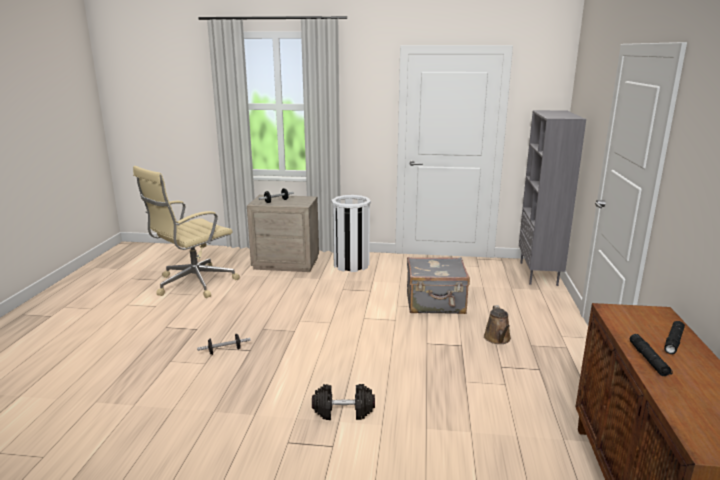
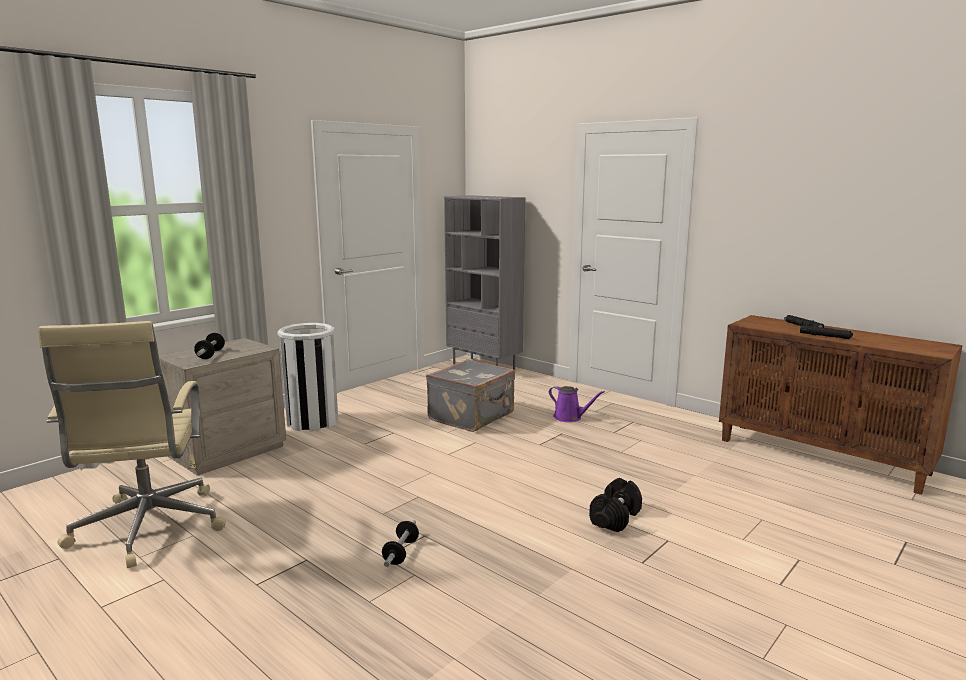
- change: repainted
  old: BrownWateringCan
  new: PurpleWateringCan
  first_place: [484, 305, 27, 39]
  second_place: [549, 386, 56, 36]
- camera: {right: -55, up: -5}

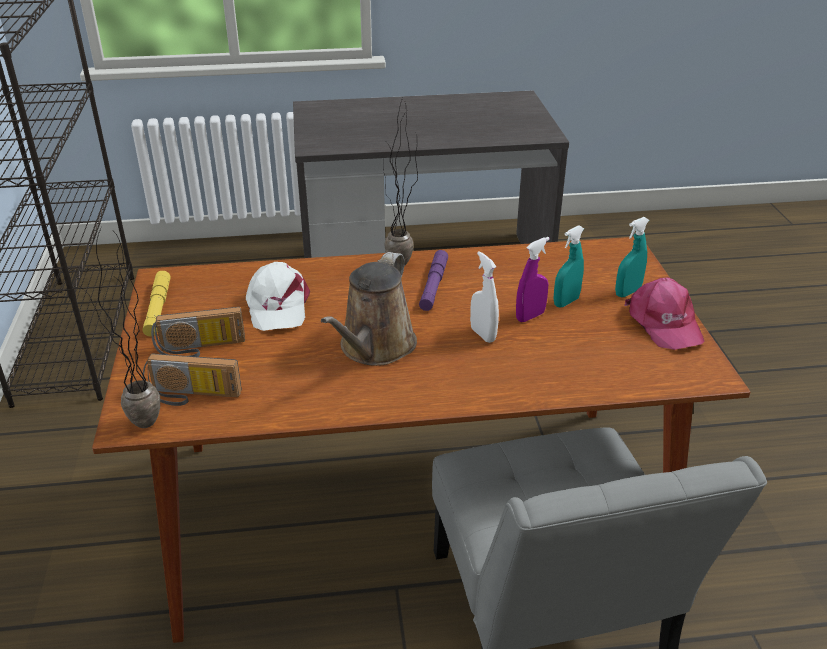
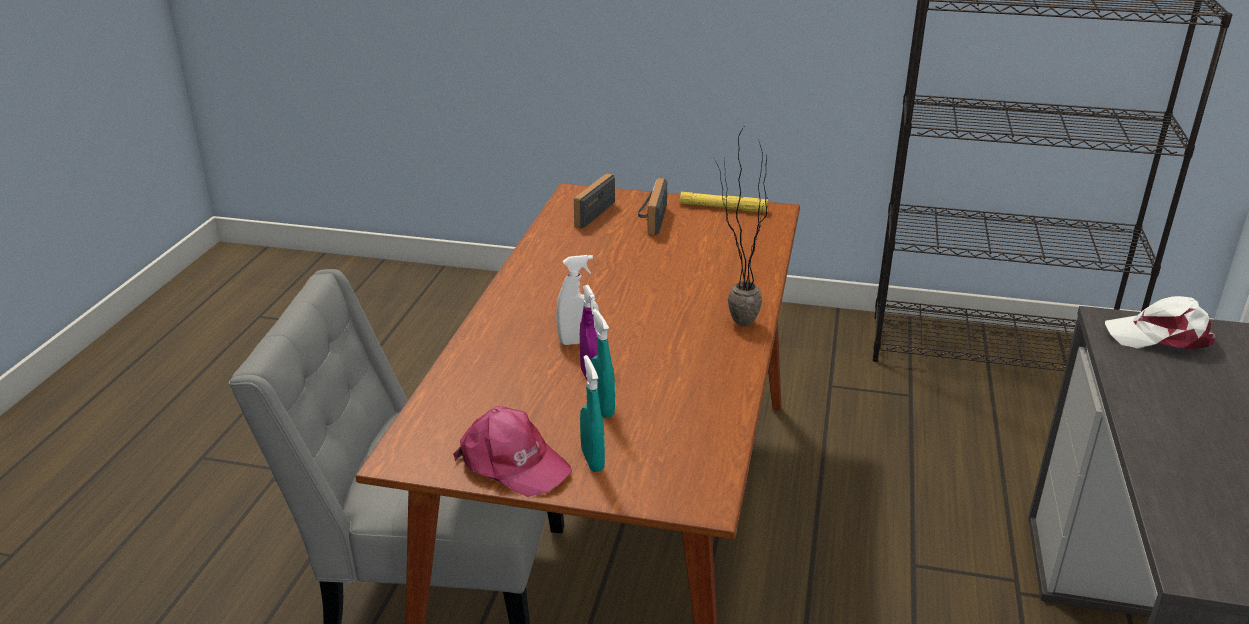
- change: rotated
  old: PinkCap
  first_place: [624, 278, 80, 72]
  second_place: [453, 406, 119, 91]
  degrees: -150
- change: shifted
  old: WhiteCap
  first_place: [246, 262, 64, 69]
  second_place: [1105, 296, 110, 53]
- change: gone
  old: PottedPlant
  first_place: [82, 227, 78, 201]
- change: gone
  old: BrownWateringCan
  first_place: [321, 252, 96, 114]
- change: gone
  old: PurpleFlashlight
  first_place: [419, 250, 29, 61]
- camera: {right: 110, up: -5}

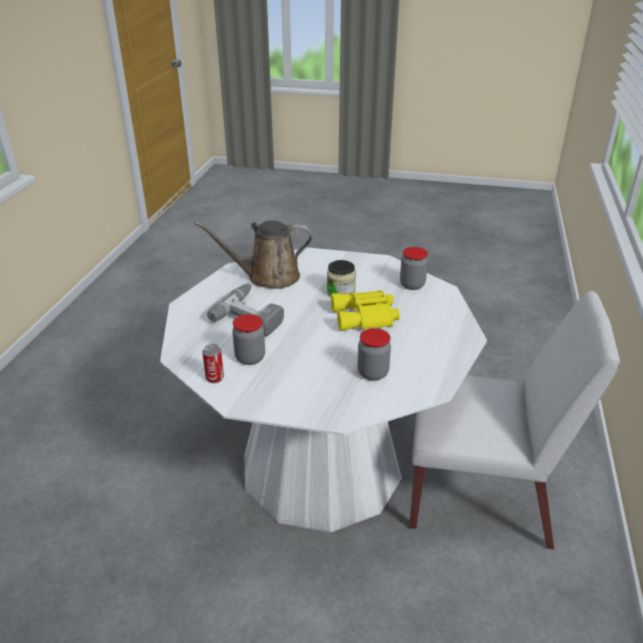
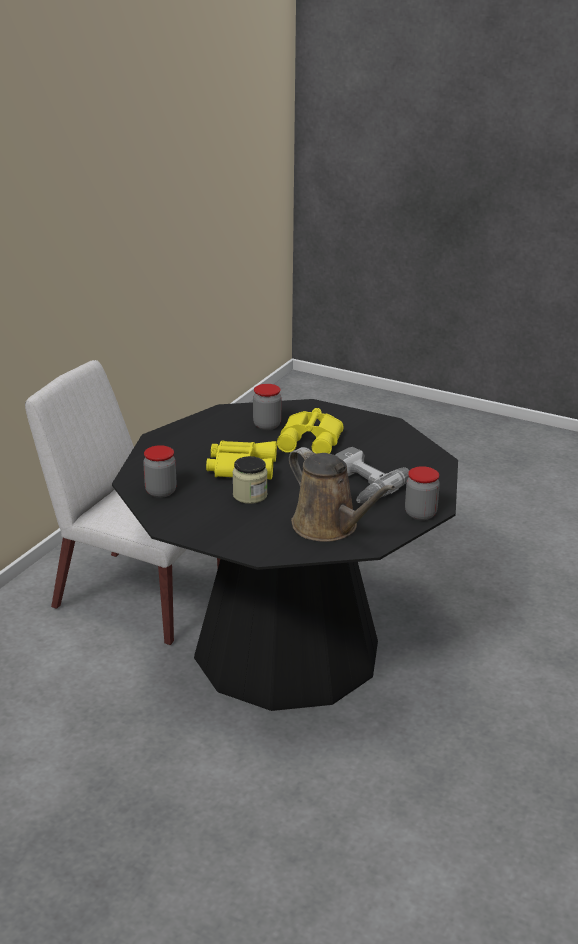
- change: repainted
  old: WhiteDiningTable
  new: BlackDiningTable
  first_place: [160, 247, 327, 285]
  second_place: [112, 399, 346, 312]
- change: new
  new: YellowBinoculars
  second_place: [277, 408, 67, 46]
- change: rotated
  old: BrownWateringCan
  first_place: [194, 220, 118, 69]
  second_place: [289, 447, 106, 95]
  degrees: 45
- change: shifted
  old: Jar
  first_place: [232, 314, 33, 51]
  second_place: [405, 466, 35, 54]
- change: gone
  old: Can
  first_place: [202, 344, 22, 39]
- camera: {right: -165, up: -5}

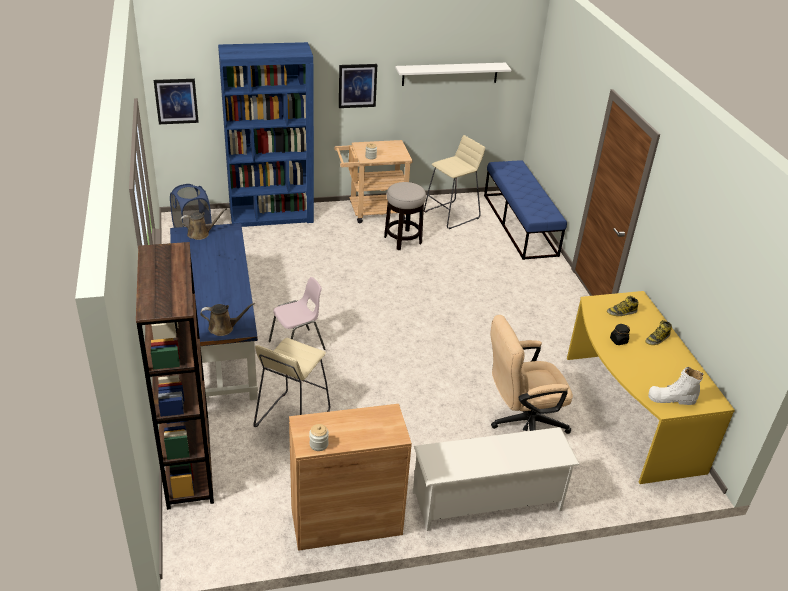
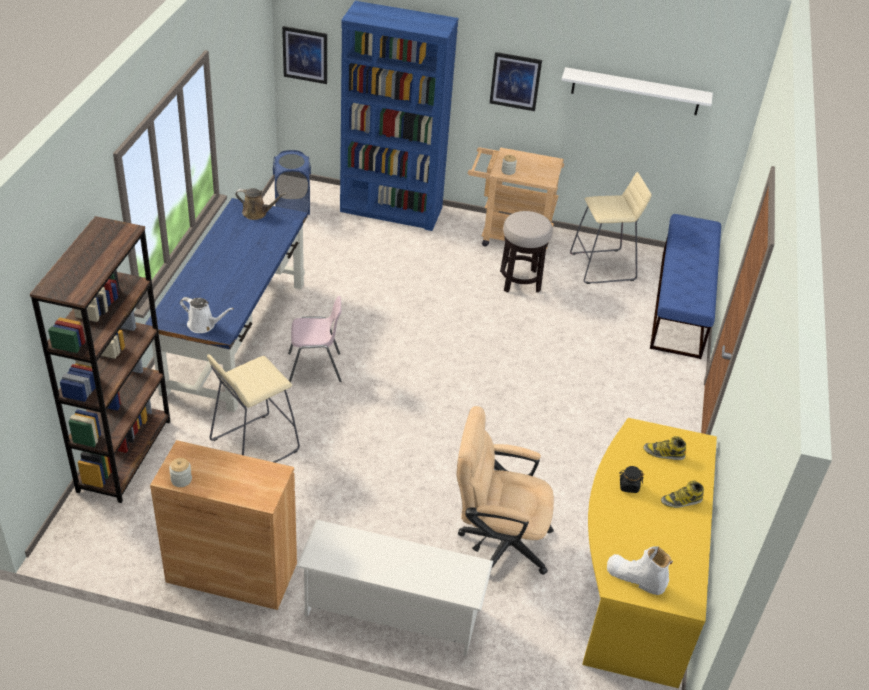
- change: repainted
  old: BrownWateringCan
  new: WhiteWateringCan
  first_place: [200, 303, 55, 33]
  second_place: [180, 297, 54, 36]
- camera: {right: 25, up: 5}

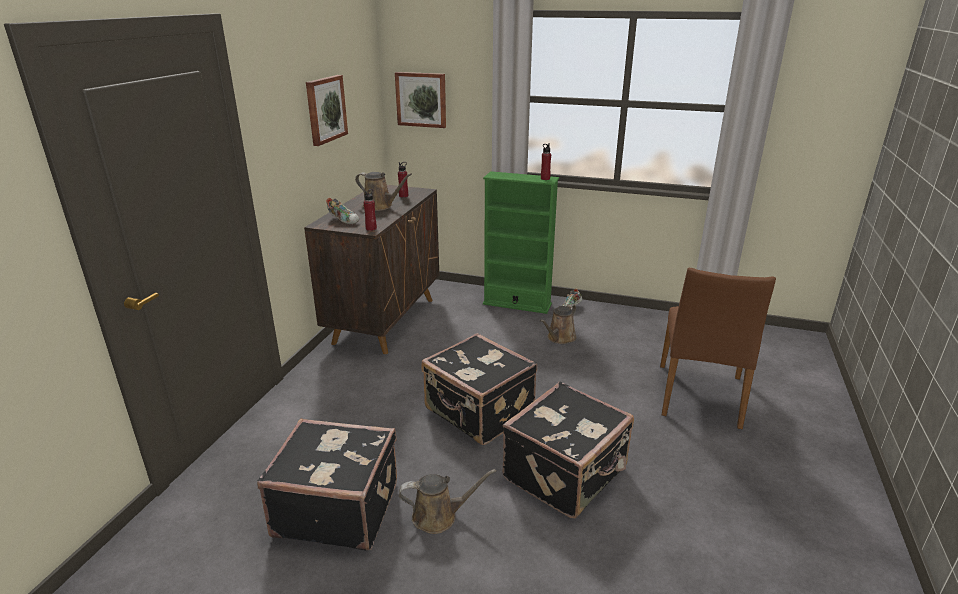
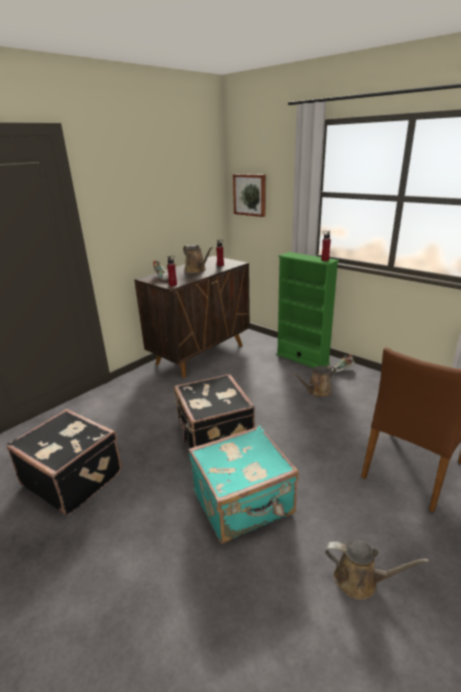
- change: repainted
  old: BlackSuitcase
  new: TurquoiseSuitcase
  first_place: [502, 381, 132, 137]
  second_place: [188, 425, 111, 119]
- change: shifted
  old: BrownWateringCan
  first_place: [399, 469, 97, 65]
  second_place: [325, 540, 104, 60]
- change: gone
  old: Picture
  first_place: [306, 75, 42, 71]
- camera: {right: 25, up: 0}

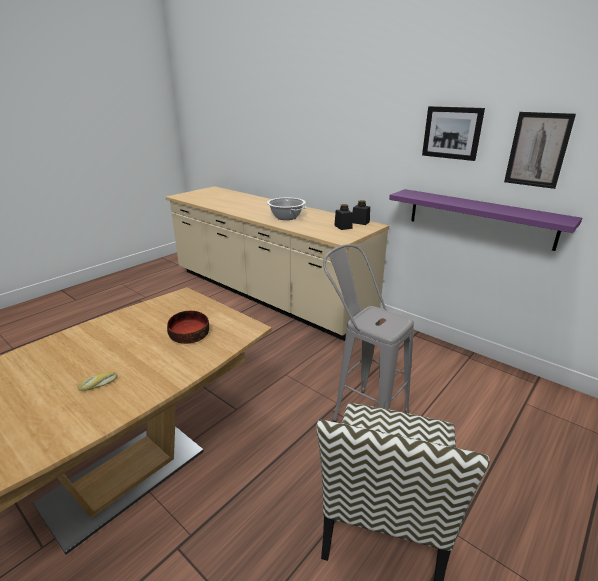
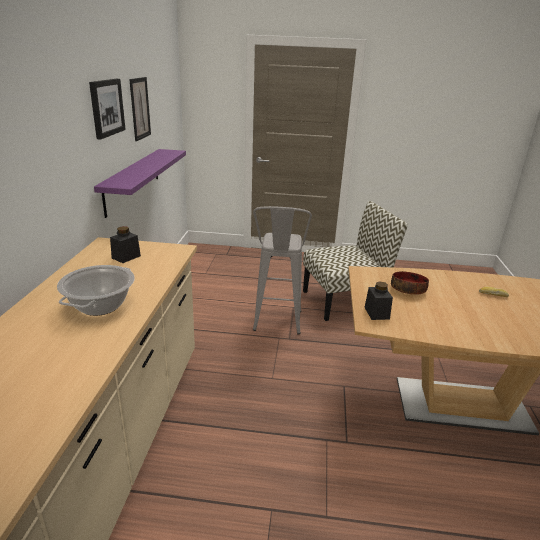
- change: shifted
  old: BlackJar
  first_place: [353, 200, 17, 25]
  second_place: [364, 282, 29, 38]
- camera: {right: -125, up: 0}

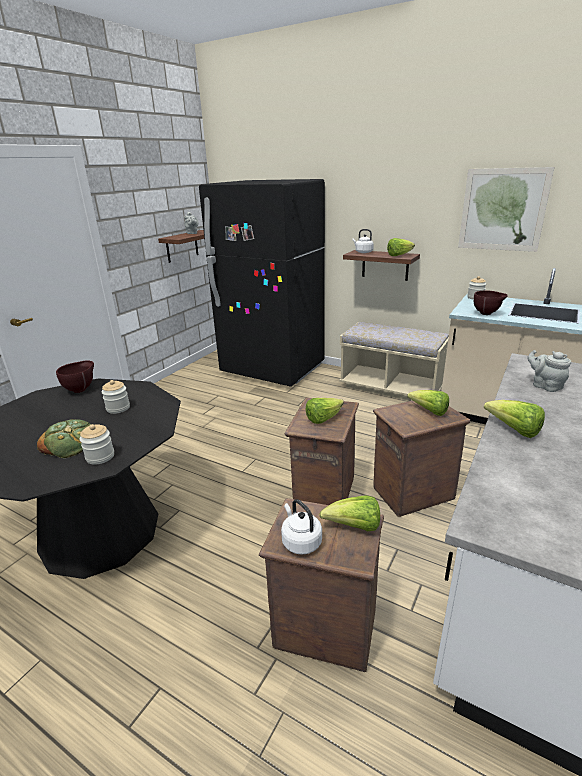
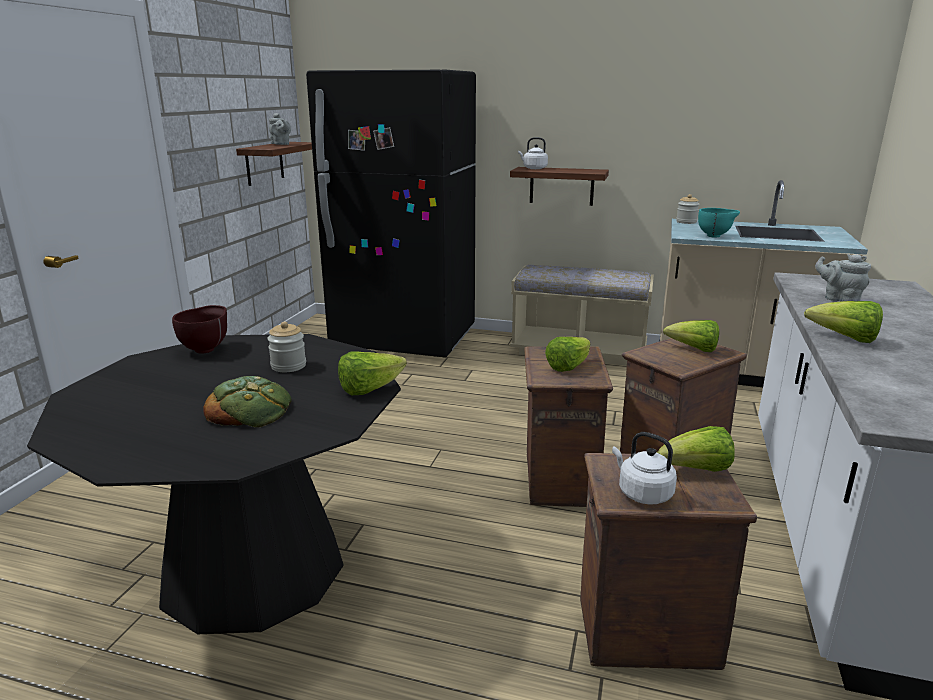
- change: shifted
  old: Lettuce
  first_place: [387, 238, 28, 18]
  second_place: [338, 352, 69, 43]
- change: repainted
  old: BrownBowl
  new: TurquoiseBowl
  first_place: [474, 291, 34, 24]
  second_place: [698, 208, 42, 30]
- change: gone
  old: Jar
  first_place: [79, 424, 35, 41]
- change: gone
  old: Picture
  first_place: [458, 167, 97, 85]
- camera: {right: -15, up: -5}

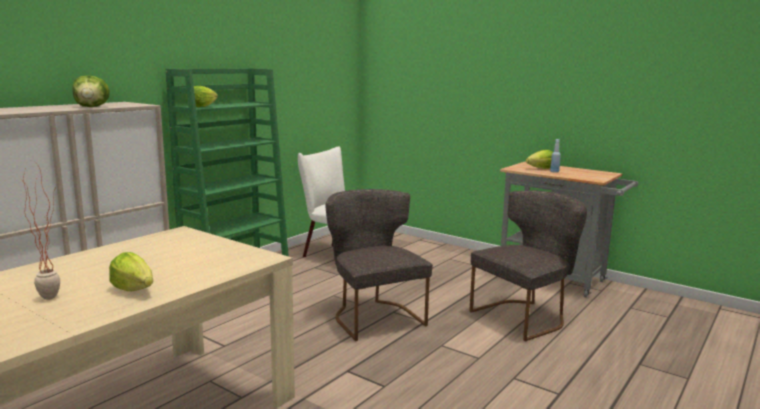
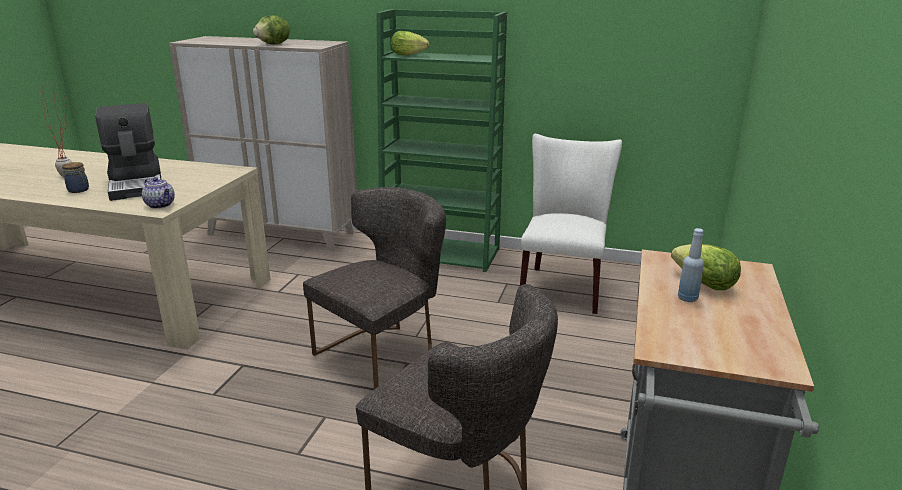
- change: swapped
  old: Lettuce
  new: Jar
  first_place: [109, 252, 44, 39]
  second_place: [62, 162, 27, 31]
- change: new
  new: CoffeeMachine
  second_place: [95, 103, 66, 98]
- change: new
  new: Teapot
  second_place: [142, 177, 33, 32]
- camera: {right: 70, up: 10}

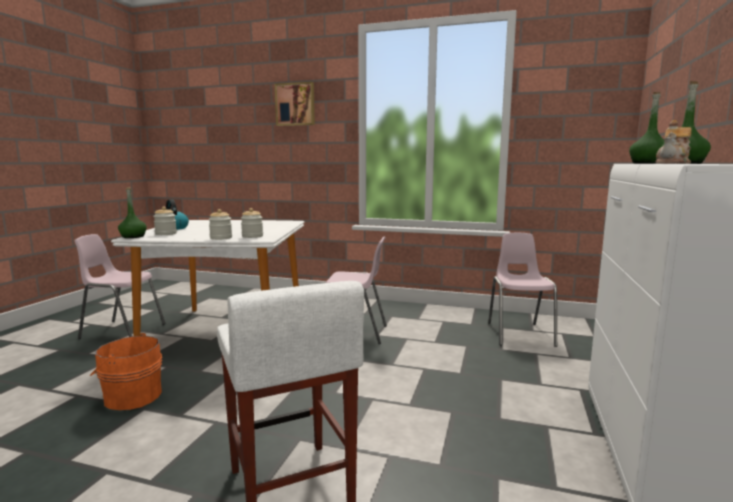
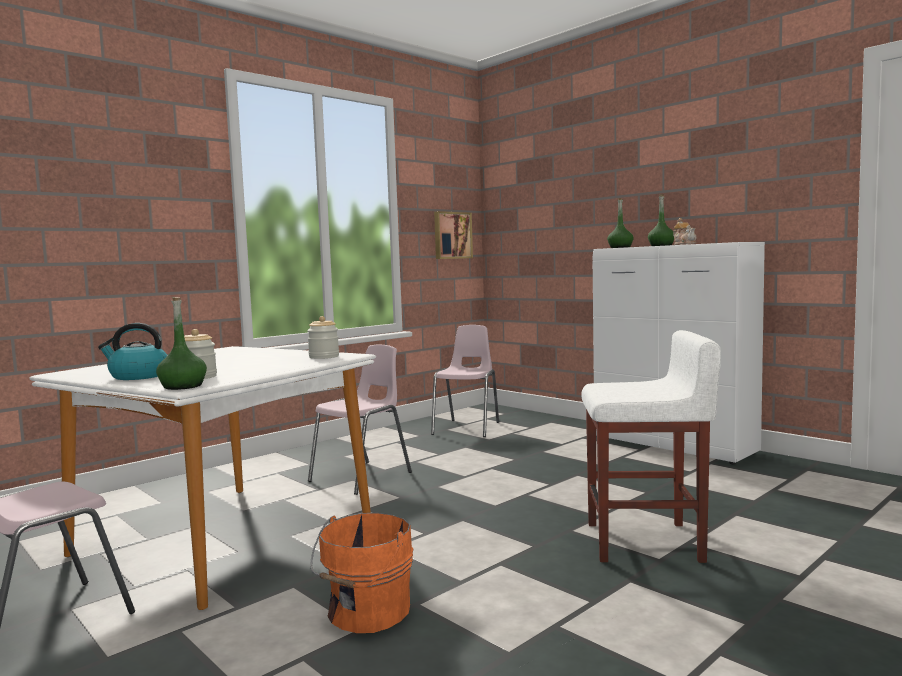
- change: rotated
  old: PinkChair
  first_place: [488, 233, 69, 114]
  second_place: [431, 325, 68, 112]
  degrees: 75
- change: shifted
  old: Picture
  first_place: [275, 82, 40, 44]
  second_place: [434, 211, 39, 48]
- change: gone
  old: Jar
  first_place: [209, 209, 23, 31]
- camera: {right: -60, up: -5}

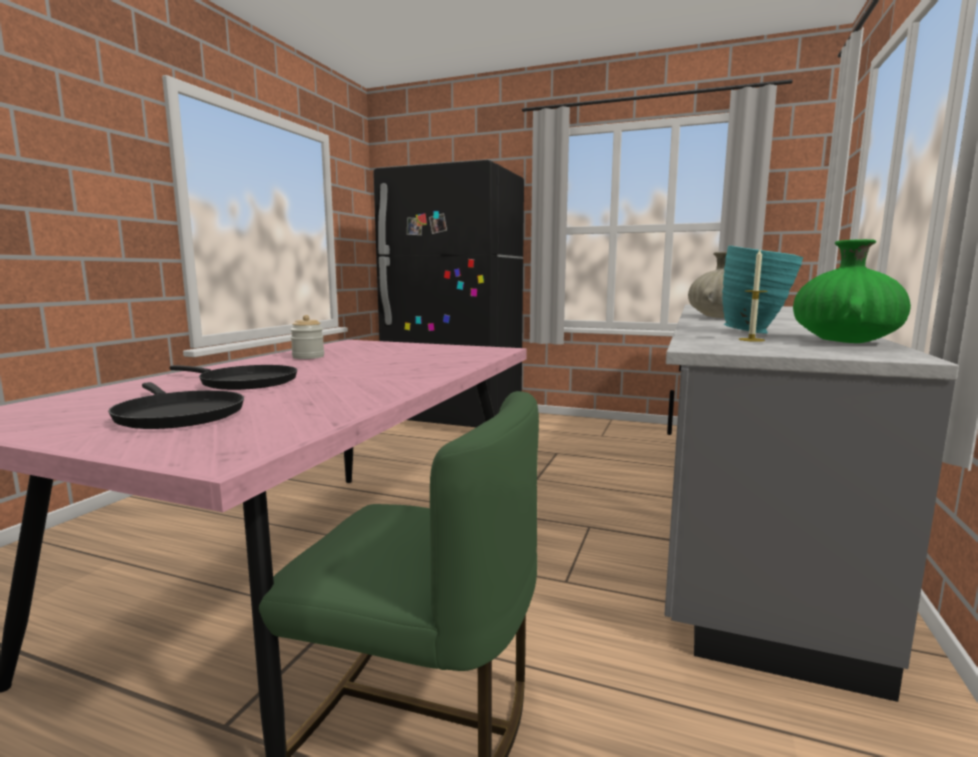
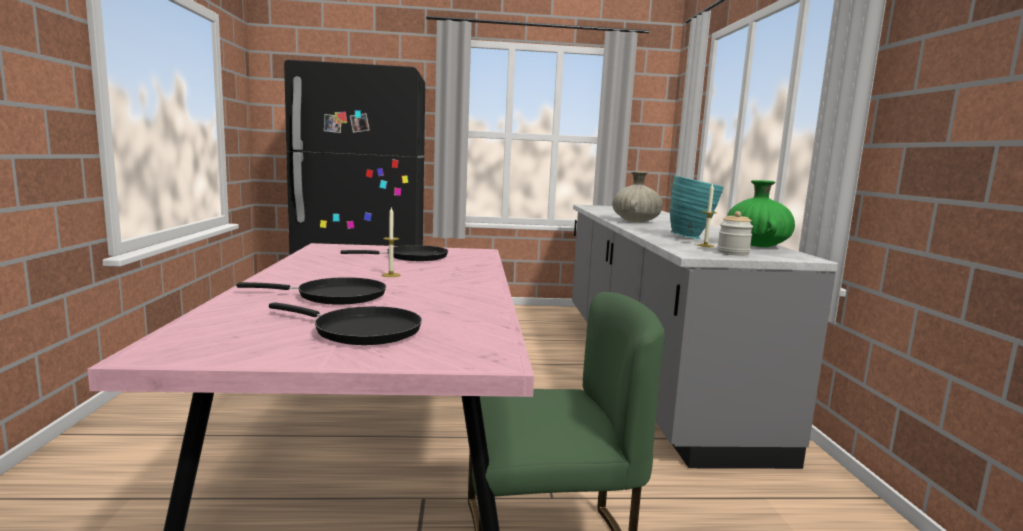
- change: new
  new: BlackFryingPan
  second_place: [341, 245, 107, 16]
- change: new
  new: Candle
  second_place: [382, 206, 18, 71]
- change: shifted
  old: Jar
  first_place: [290, 315, 34, 44]
  second_place: [717, 211, 36, 45]
- camera: {right: -25, up: 0}

